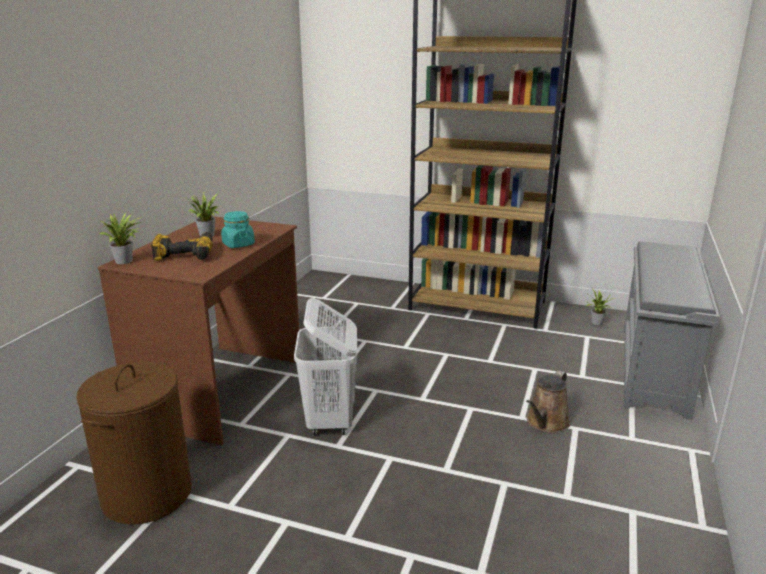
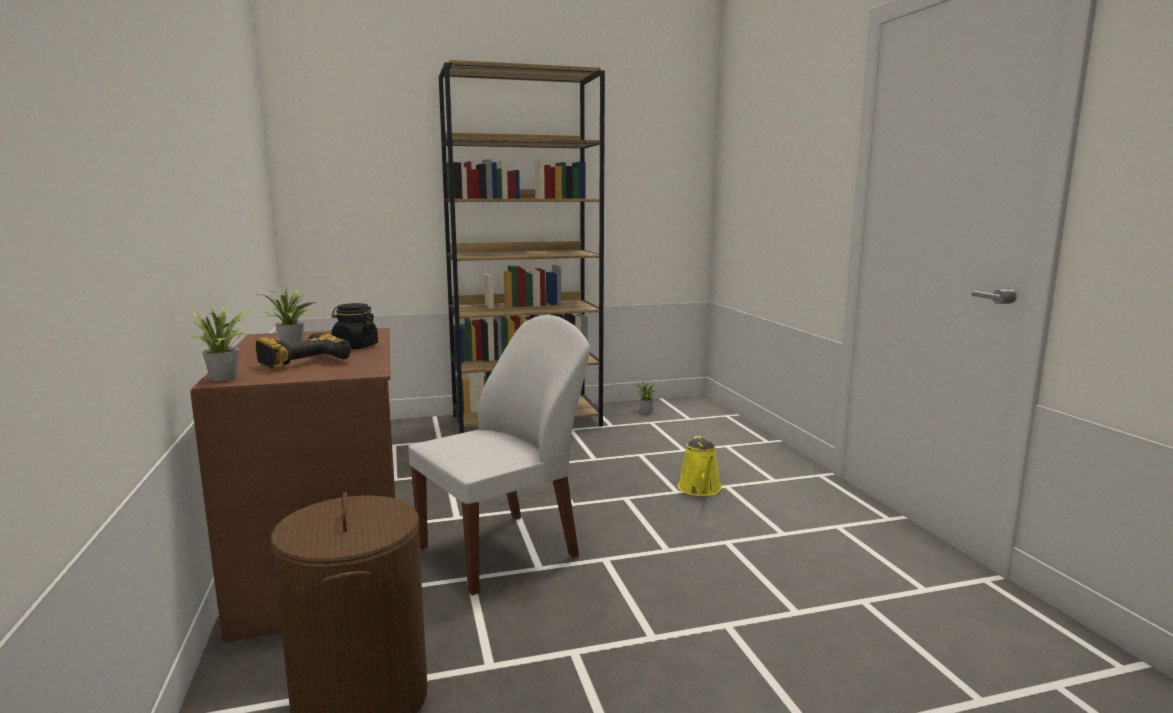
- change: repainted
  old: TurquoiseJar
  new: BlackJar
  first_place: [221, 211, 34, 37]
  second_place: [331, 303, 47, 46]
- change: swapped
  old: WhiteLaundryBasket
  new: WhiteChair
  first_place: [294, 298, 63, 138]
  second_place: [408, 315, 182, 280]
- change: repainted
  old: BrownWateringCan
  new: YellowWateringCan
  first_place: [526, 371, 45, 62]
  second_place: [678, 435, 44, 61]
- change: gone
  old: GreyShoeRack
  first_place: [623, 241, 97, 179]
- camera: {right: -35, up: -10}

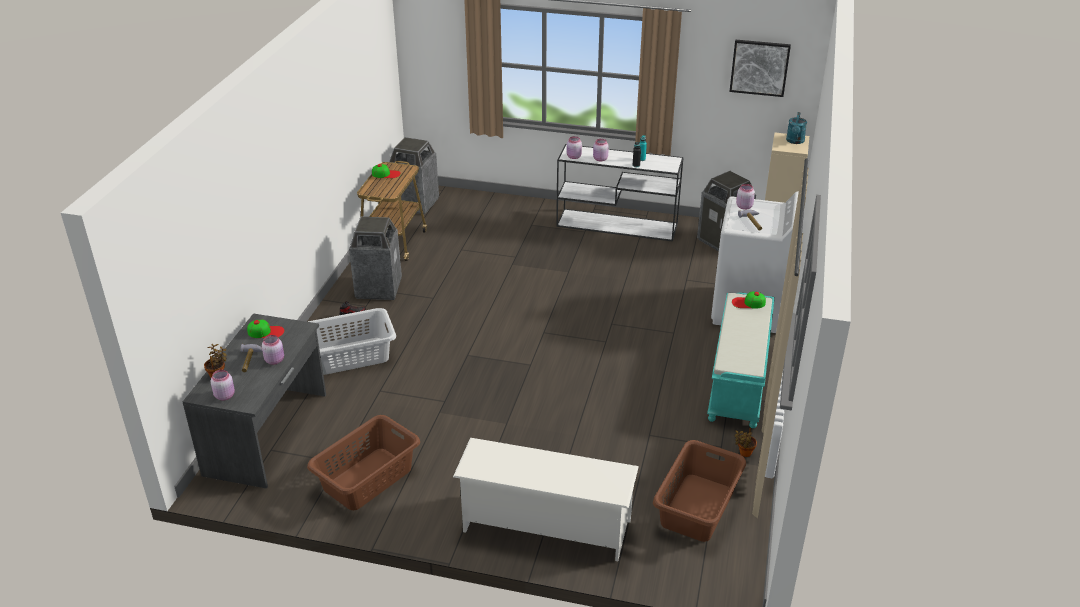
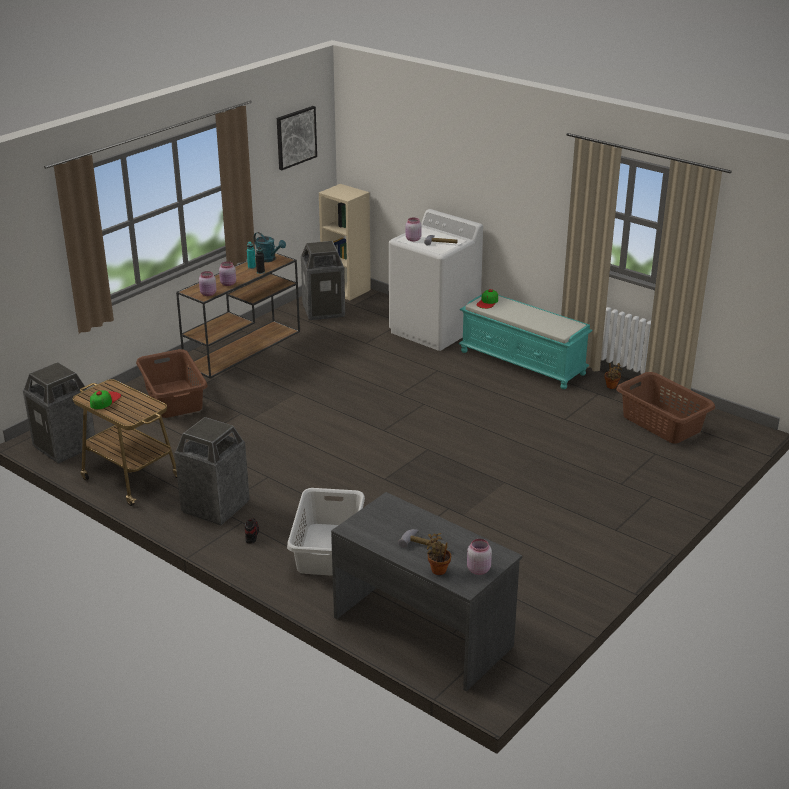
- change: shifted
  old: BrownLaundryBasket
  first_place: [307, 415, 113, 95]
  second_place: [136, 349, 72, 69]
- change: repainted
  old: WhiteConsoleTable
  new: BrownConsoleTable
  first_place: [556, 144, 128, 98]
  second_place: [176, 253, 124, 126]
- change: shifted
  old: TurquoiseWateringCan
  first_place: [786, 112, 21, 32]
  second_place: [254, 232, 32, 30]
- change: gone
  old: Cap
  first_place: [247, 320, 38, 18]
- change: gone
  old: PinkJar
  first_place: [262, 335, 22, 30]
- change: gone
  old: WhiteShoeRack
  first_place: [453, 438, 186, 123]
- camera: {right: -65, up: -5}

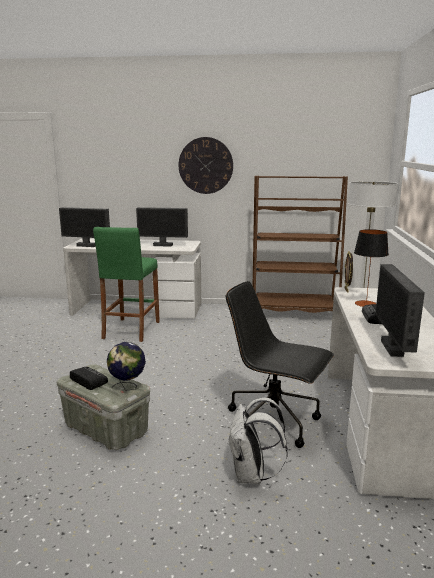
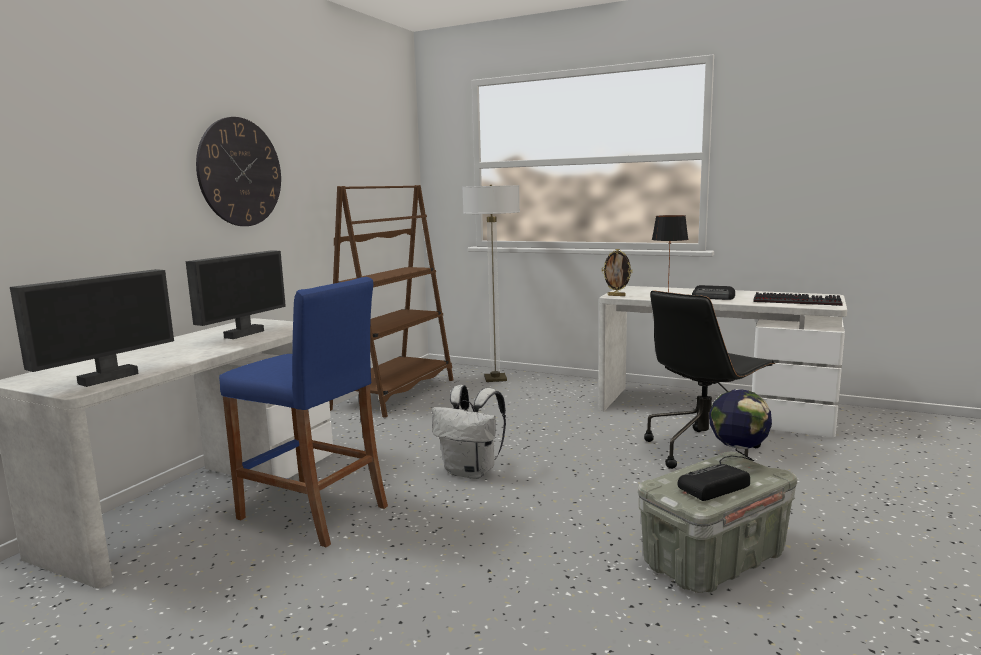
- change: repainted
  old: GreenStool
  new: BlueStool
  first_place: [93, 227, 67, 115]
  second_place: [219, 277, 169, 270]
- change: shifted
  old: WhiteBackpack
  first_place: [228, 398, 60, 86]
  second_place: [432, 385, 74, 94]
- change: swapped
  old: Monitor
  new: Keyboard
  first_place: [375, 264, 50, 93]
  second_place: [753, 292, 90, 14]
- camera: {right: -70, up: -5}

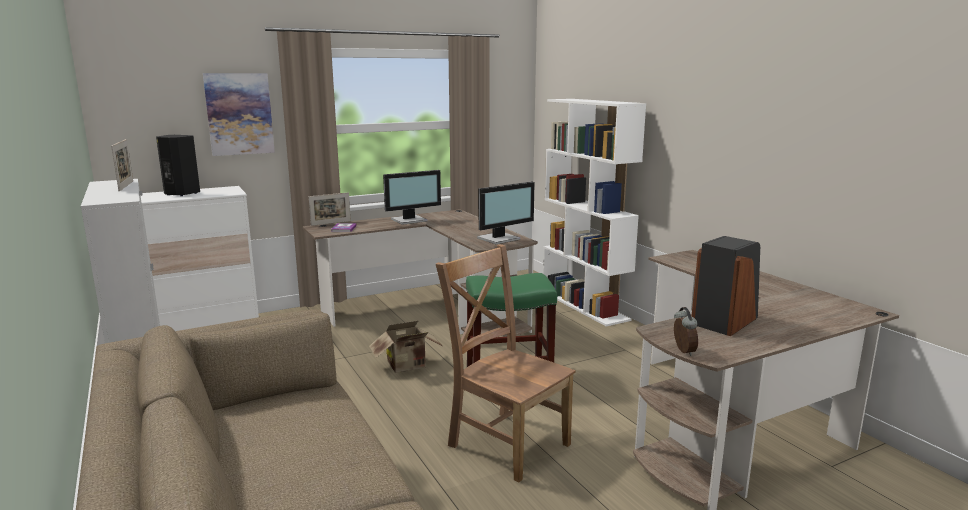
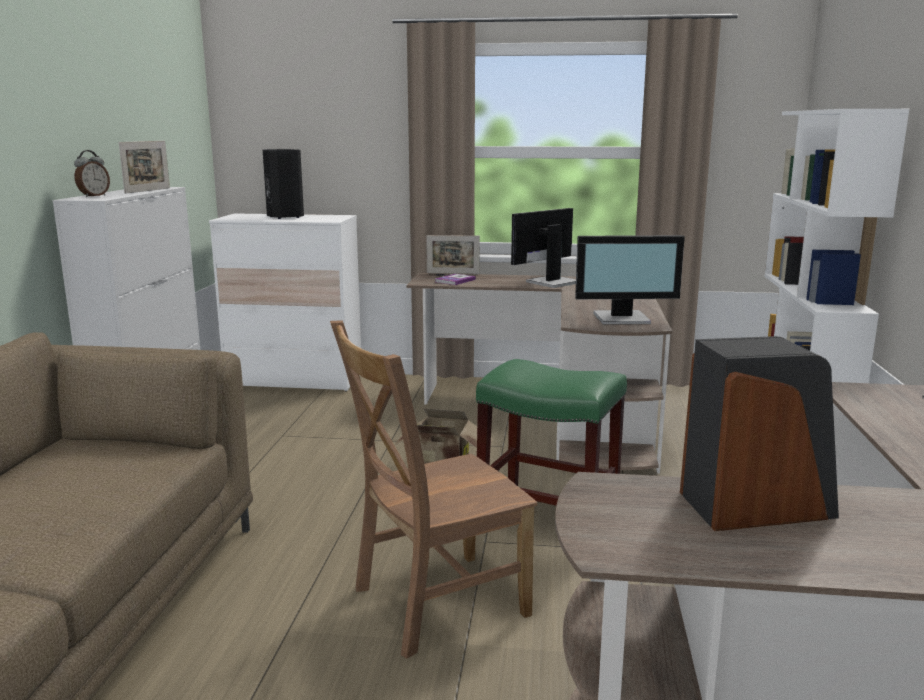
- change: shifted
  old: AlarmClock
  first_place: [674, 307, 24, 49]
  second_place: [74, 150, 36, 47]
- change: rotated
  old: BrownChair
  first_place: [436, 244, 140, 239]
  second_place: [330, 320, 207, 339]
  degrees: -105
- change: rotated
  old: Monitor
  first_place: [383, 170, 58, 55]
  second_place: [511, 208, 65, 80]
  degrees: 135
- change: gone
  old: Picture
  first_place: [203, 73, 72, 83]
- camera: {right: 35, up: 0}

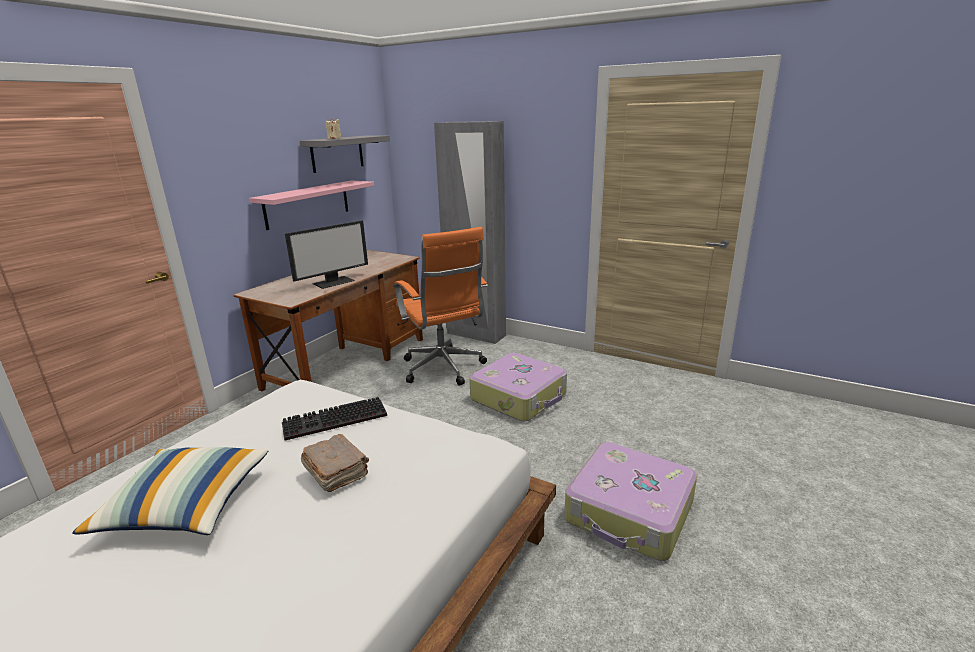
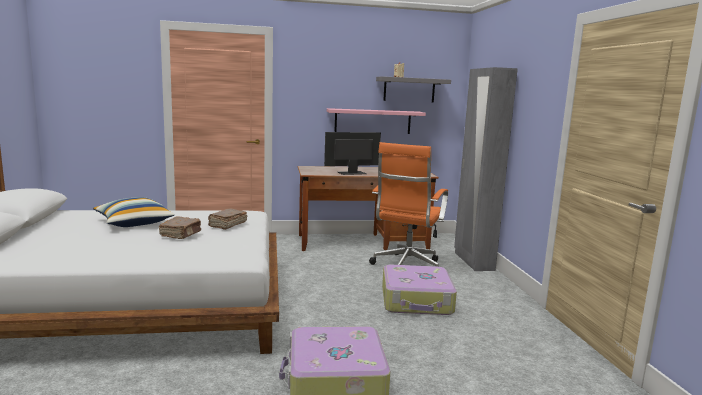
- change: swapped
  old: Keyboard
  new: BrownBook
  first_place: [282, 397, 105, 44]
  second_place: [208, 208, 39, 22]
- change: rotated
  old: Monitor
  first_place: [285, 220, 83, 69]
  second_place: [324, 132, 57, 43]
  degrees: 150
- camera: {right: 50, up: -10}

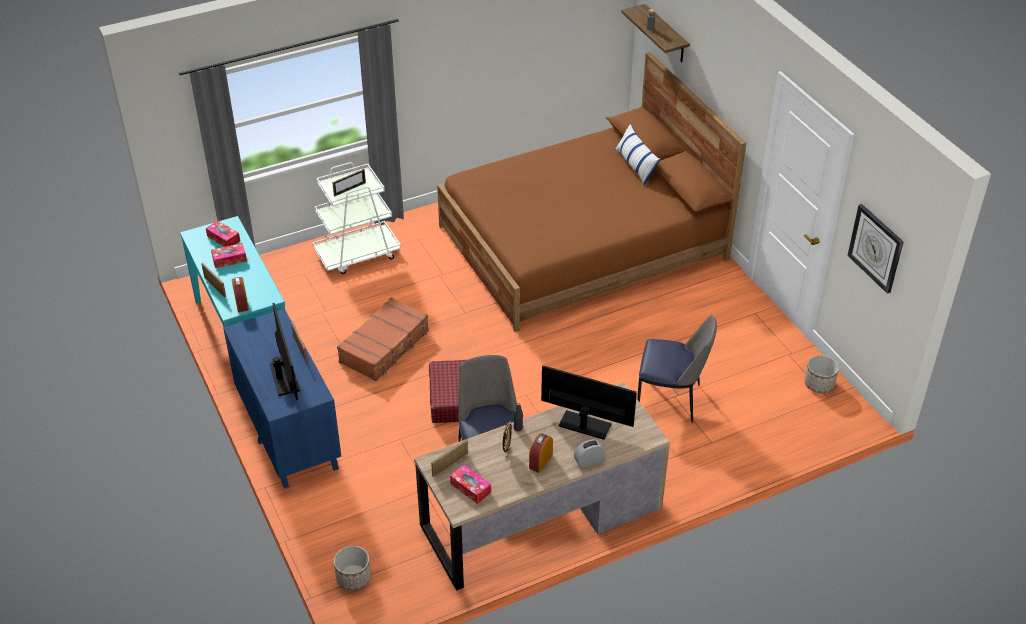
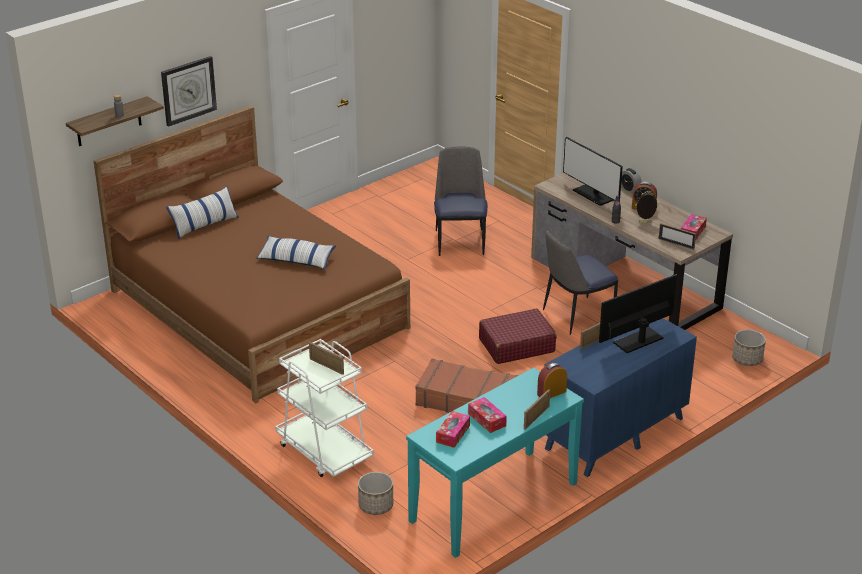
- change: shifted
  old: WallClock
  first_place: [847, 204, 57, 90]
  second_place: [161, 56, 56, 71]
- change: new
  new: Pillow
  second_place: [256, 236, 80, 33]
- change: shifted
  old: Planter
  first_place: [804, 355, 35, 38]
  second_place: [358, 472, 35, 43]
- change: rotated
  old: Monitor
  first_place: [541, 365, 96, 75]
  second_place: [563, 137, 60, 69]
  degrees: -45
- camera: {right: -105, up: -10}

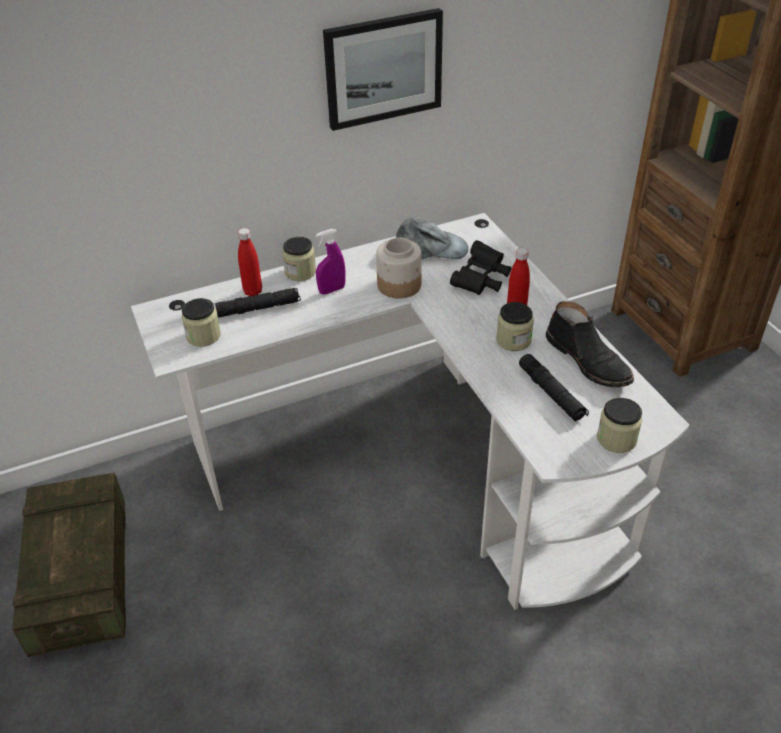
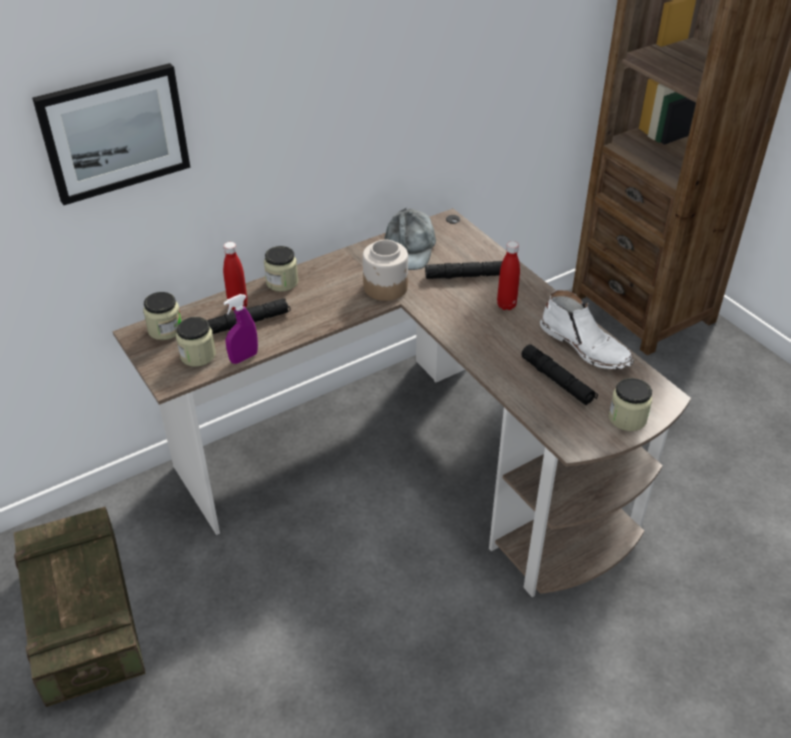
- change: shifted
  old: Picture
  first_place: [323, 8, 120, 123]
  second_place: [32, 63, 158, 142]
- change: repainted
  old: WhiteDesk
  new: BrownDesk
  first_place: [131, 213, 558, 397]
  second_place: [113, 208, 578, 389]
- change: shifted
  old: Jar
  first_place: [496, 302, 38, 49]
  second_place: [143, 292, 38, 48]
- change: shifted
  old: PurpleSprayBottle
  first_place: [316, 229, 30, 66]
  second_place: [223, 294, 35, 70]
- change: rotated
  old: GreyCap
  first_place: [396, 217, 72, 42]
  second_place: [384, 208, 52, 62]
  degrees: 105
- change: swapped
  old: BlackBinoculars
  new: BlackFlashlight
  first_place: [450, 240, 61, 55]
  second_place: [425, 261, 77, 18]
- change: repainted
  old: BlackBoot
  new: WhiteBoot
  first_place: [546, 301, 88, 87]
  second_place: [540, 290, 94, 79]
- camera: {right: -10, up: 0}

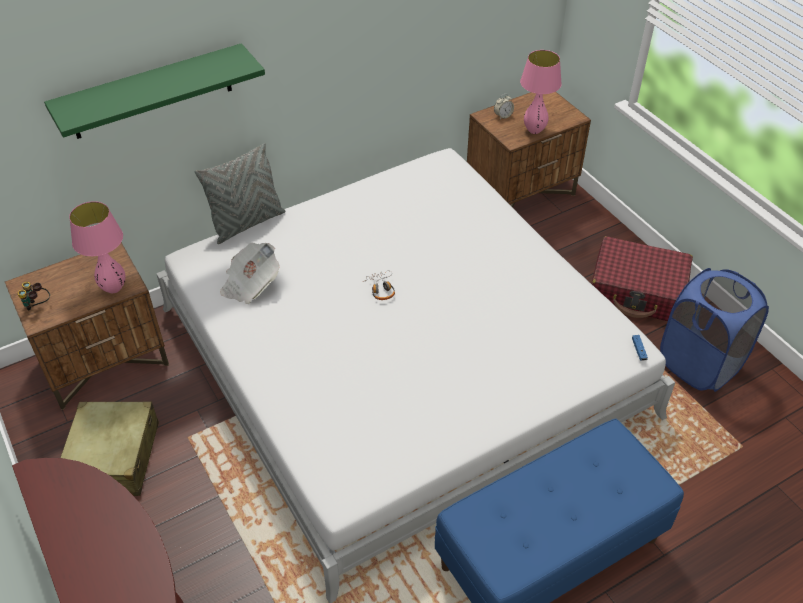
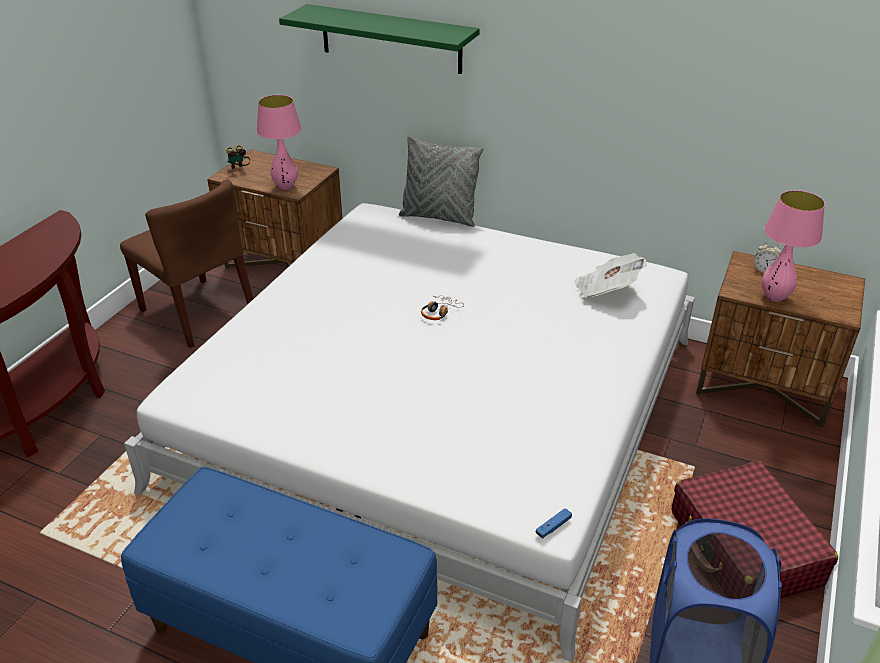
- change: swapped
  old: BeigeSuitcase
  new: BrownChair
  first_place: [60, 401, 99, 95]
  second_place: [120, 180, 133, 168]
- change: shifted
  old: Newspaper
  first_place: [220, 243, 59, 61]
  second_place: [574, 253, 73, 45]
- camera: {right: 55, up: -10}

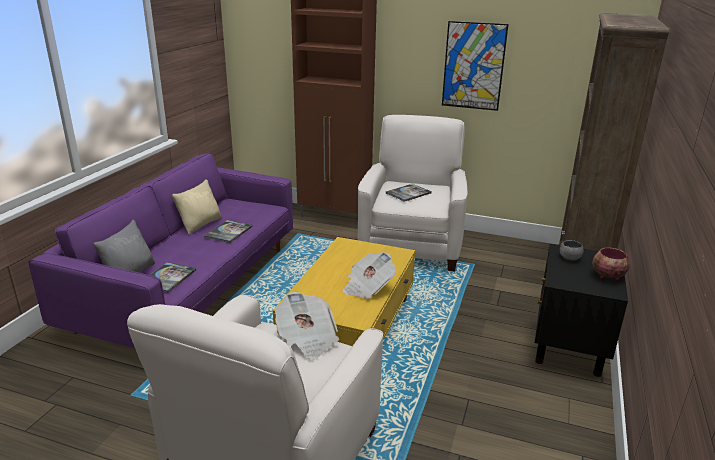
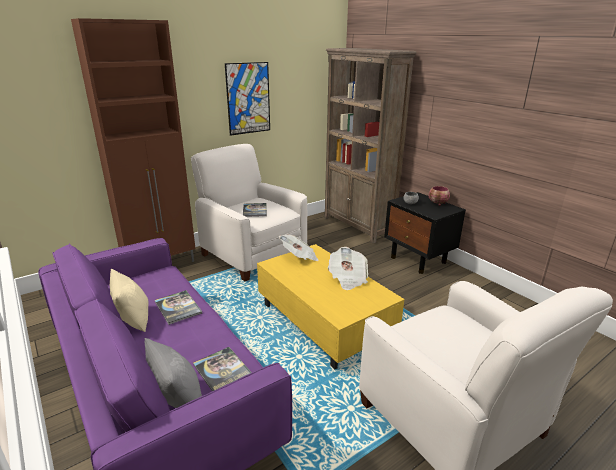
- change: shifted
  old: Newspaper
  first_place: [275, 291, 64, 69]
  second_place: [279, 235, 40, 26]
- camera: {right: -55, up: 0}

